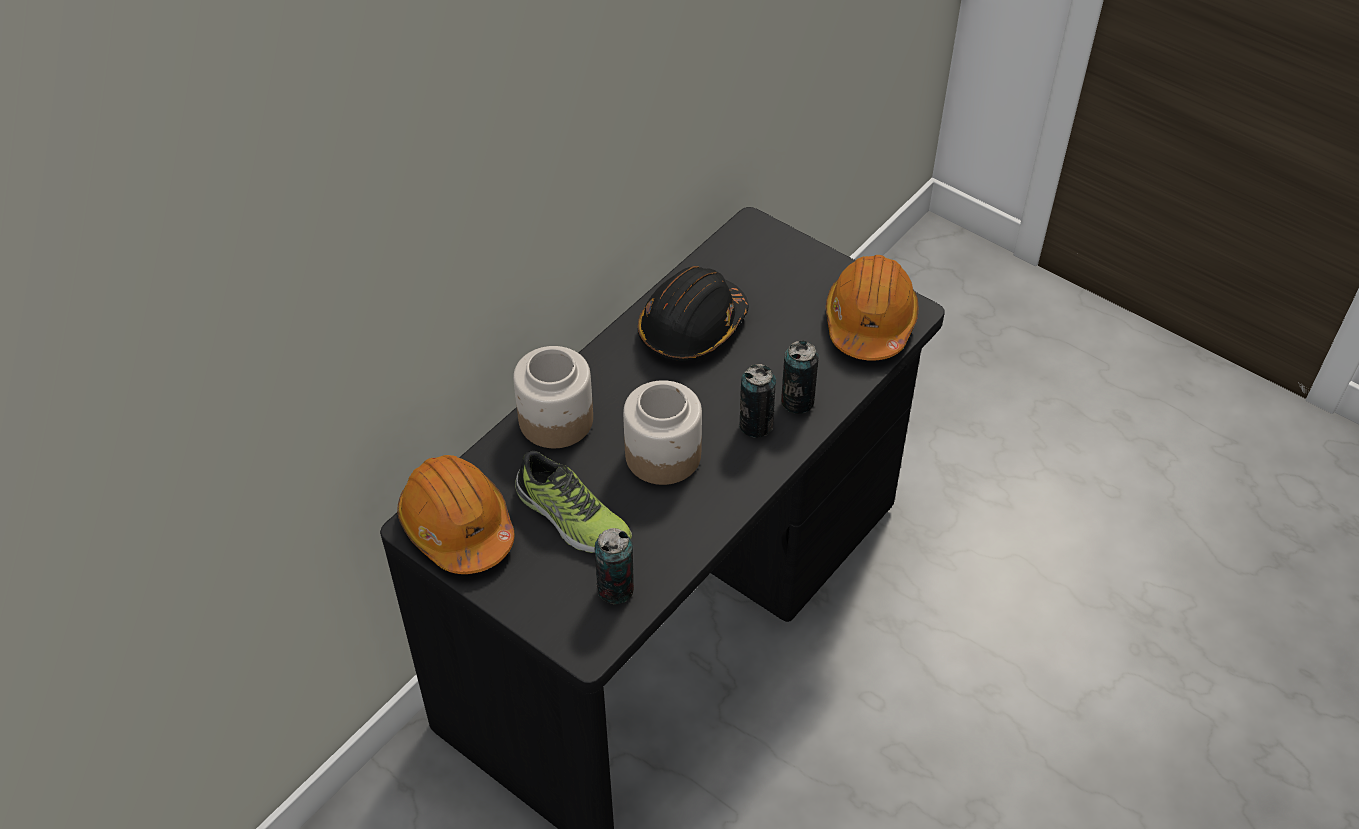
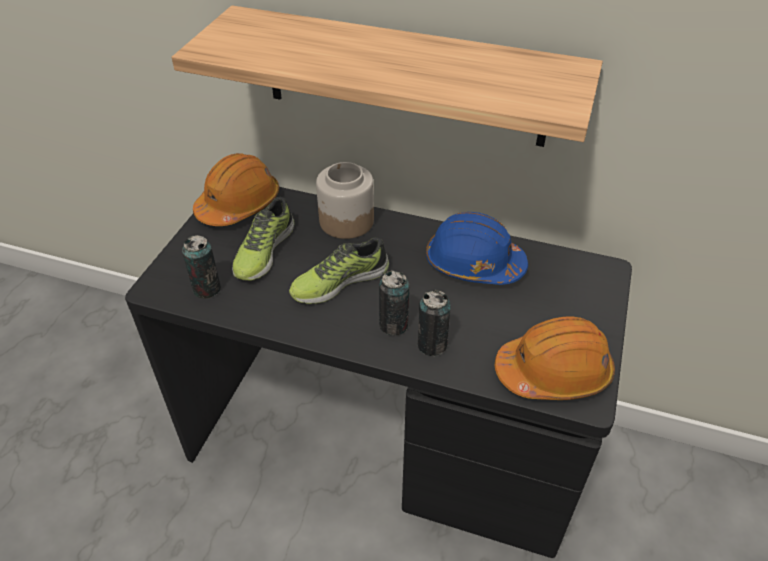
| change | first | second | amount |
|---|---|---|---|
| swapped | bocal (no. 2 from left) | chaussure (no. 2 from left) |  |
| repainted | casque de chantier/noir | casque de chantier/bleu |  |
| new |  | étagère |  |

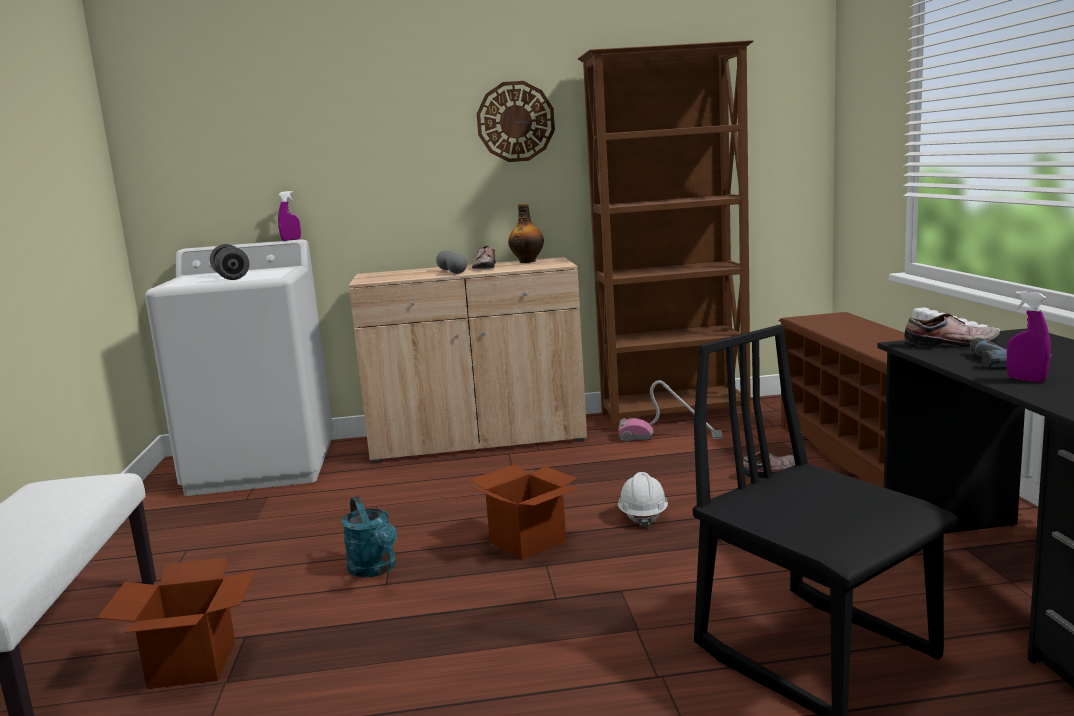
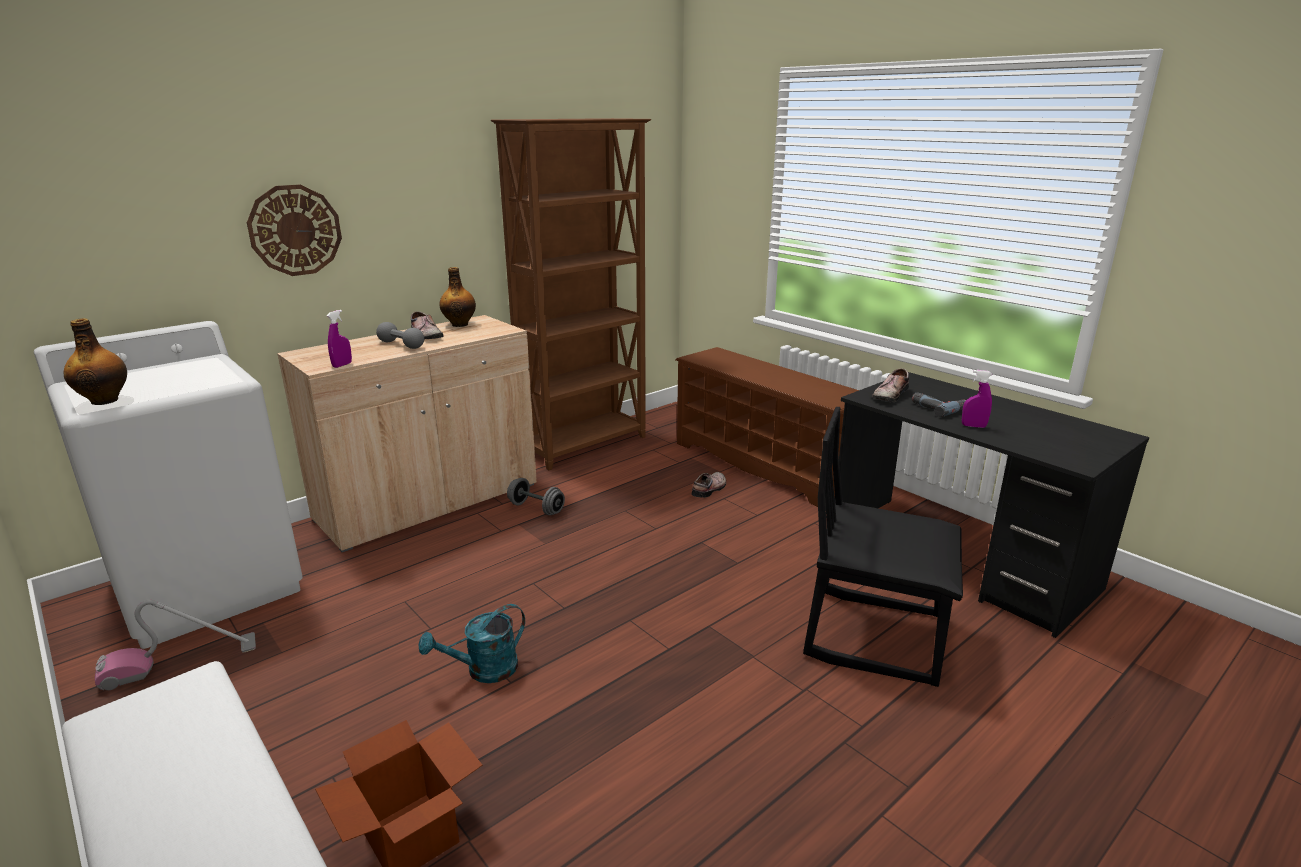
| change | first | second | amount |
|---|---|---|---|
| shifted | haltère/gris (no. 1 from left in the first image) | haltère/gris (no. 2 from left) |  |
| shifted | vaporisateur/violet (no. 1 from left) |  |  |
| rotated | arrosoir/turquoise |  | 120 degrees clockwise |
| gone | carton (no. 2 from left) |  |  |
| shifted | horloge murale |  |  |
| shifted | aspirateur |  |  |
| gone | casque de chantier/blanc |  |  |
| rotated | chaussure (no. 3 from left) |  | 150 degrees clockwise |
| new |  | bouteille (no. 1 from left) |  |

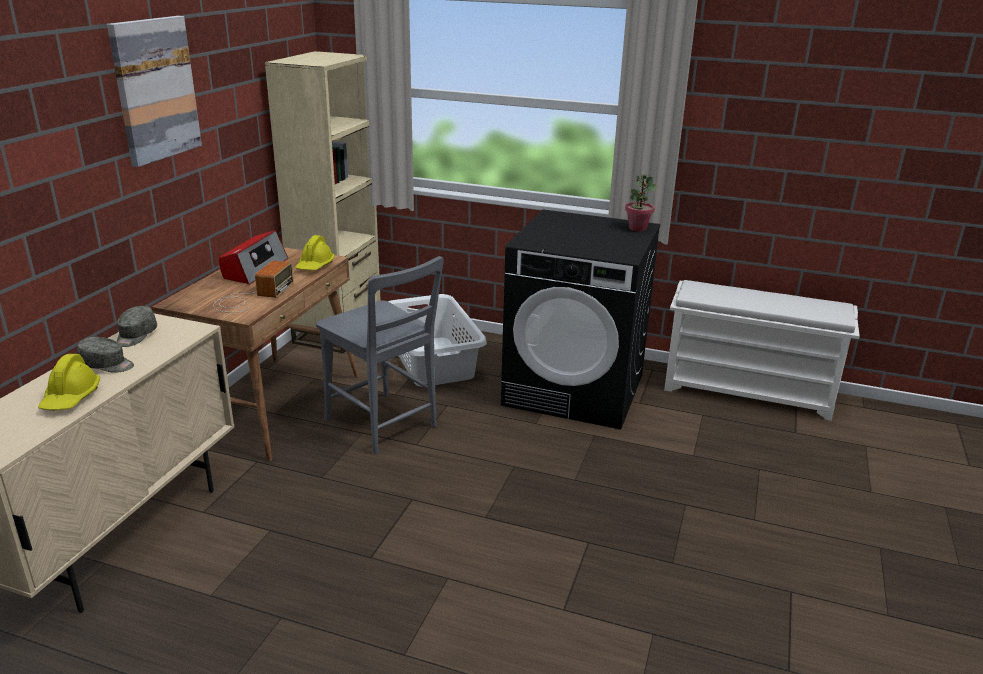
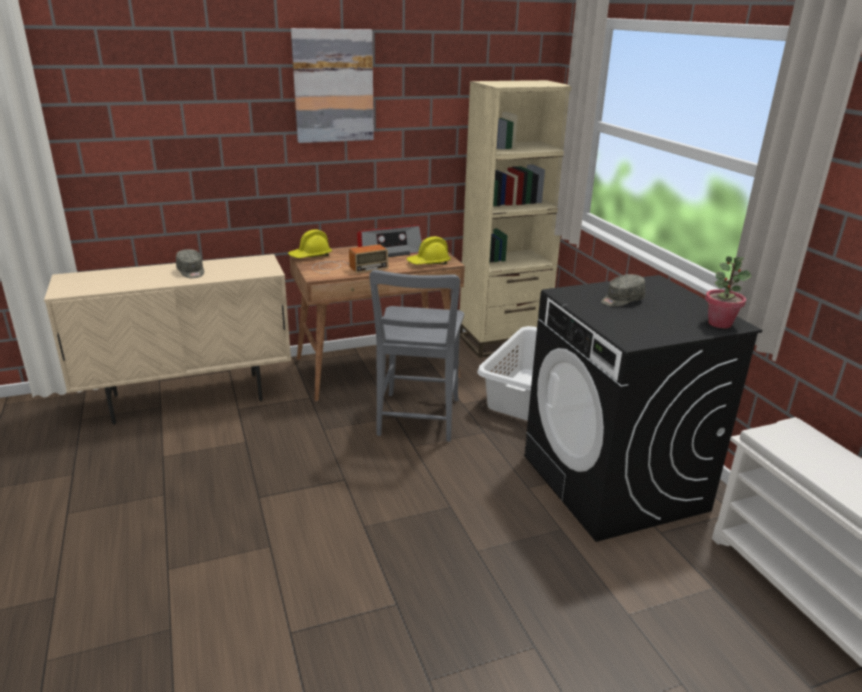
| change | first | second | amount |
|---|---|---|---|
| shifted | casque de chantier/jaune (no. 1 from left) |  |  |
| shifted | casquette/gris (no. 2 from left) |  |  |

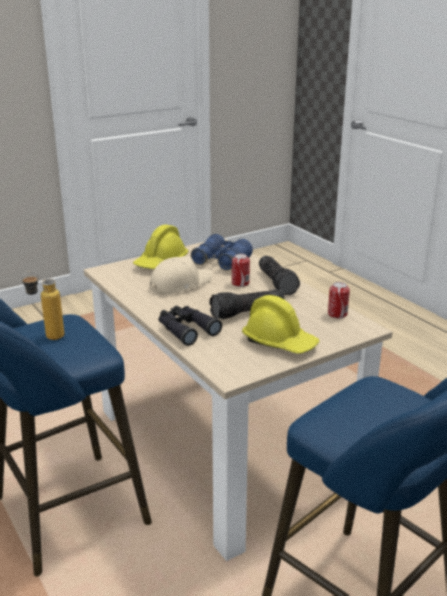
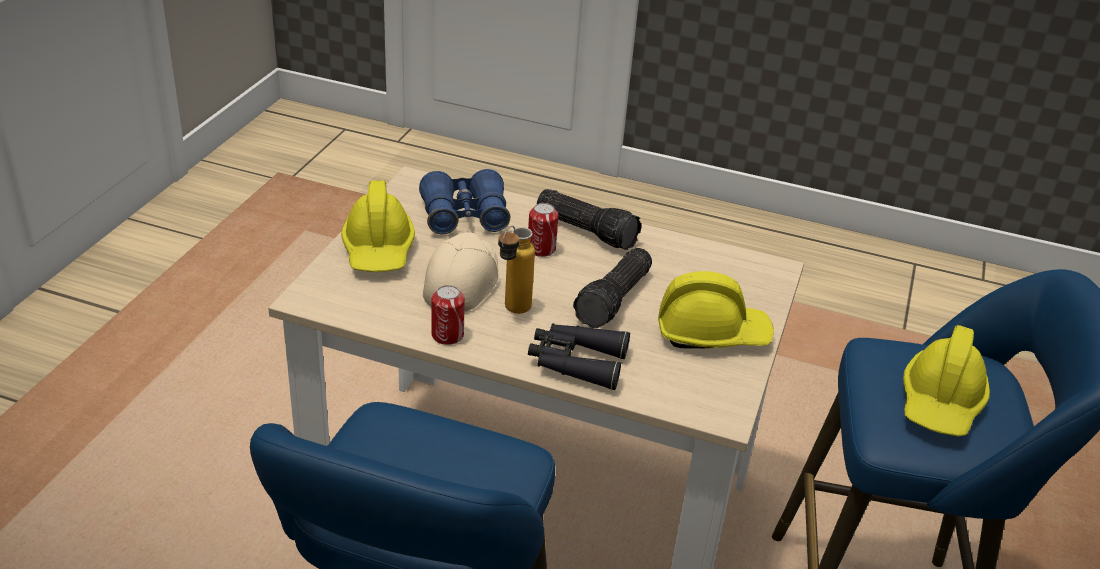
| change | first | second | amount |
|---|---|---|---|
| shifted | bouteille |  |  |
| shifted | boîte métallique (no. 2 from left in the first image) | boîte métallique (no. 1 from left) |  |
| new |  | casque de chantier/jaune (no. 3 from left) |  |

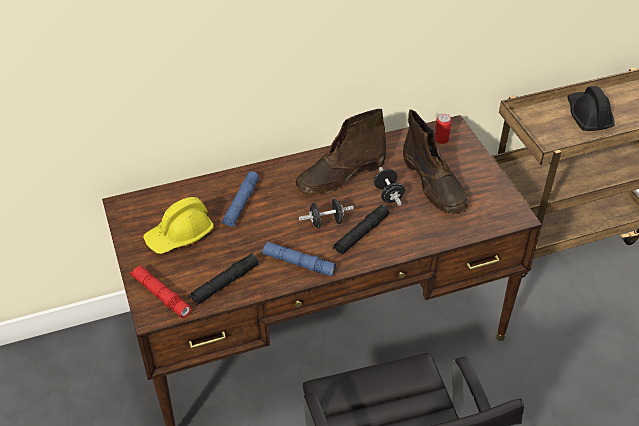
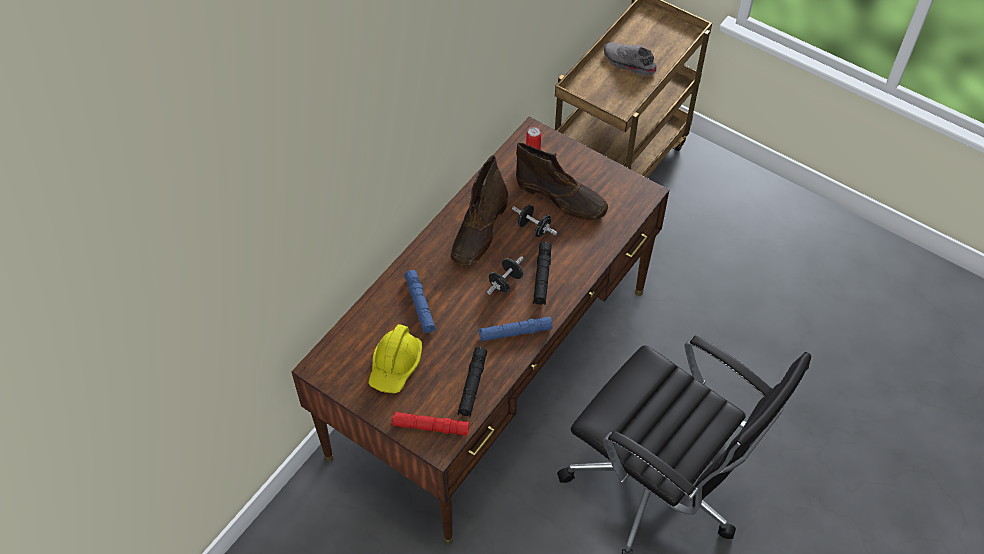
| change | first | second | amount |
|---|---|---|---|
| swapped | casque de chantier/noir | chaussure/gris |  |

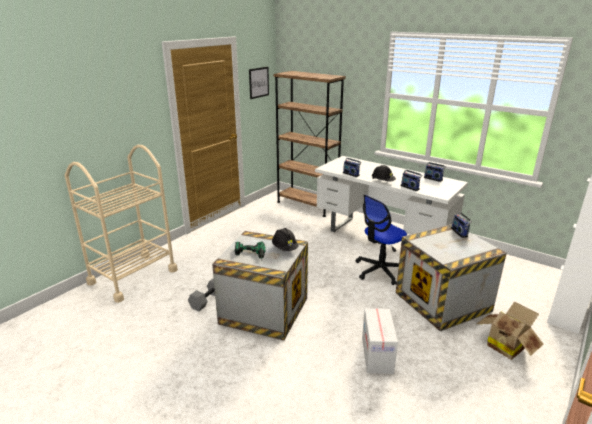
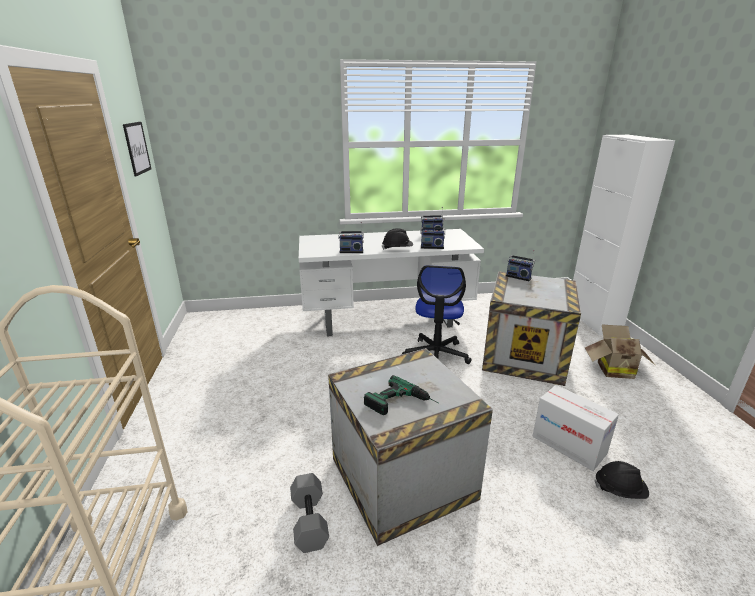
| change | first | second | amount |
|---|---|---|---|
| shifted | casque de chantier/noir (no. 1 from left in the first image) | casque de chantier/noir (no. 2 from left) |  |
| gone | bibliothèque/marron |  |  |

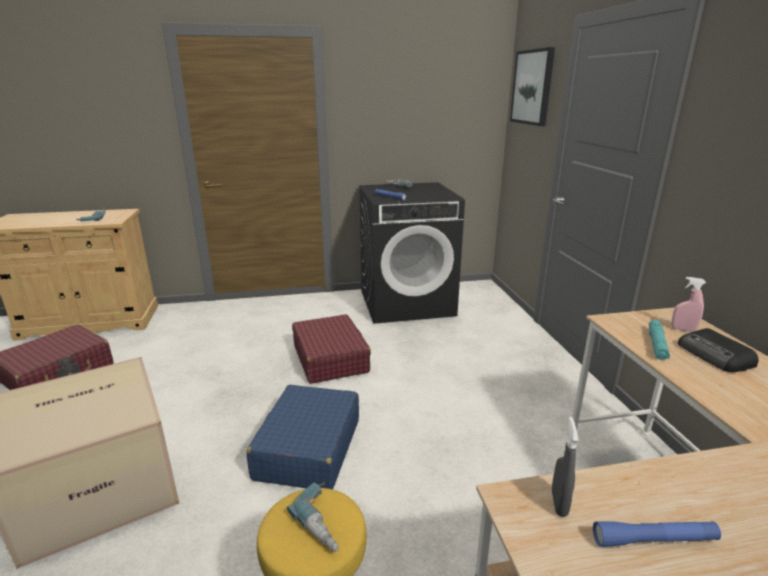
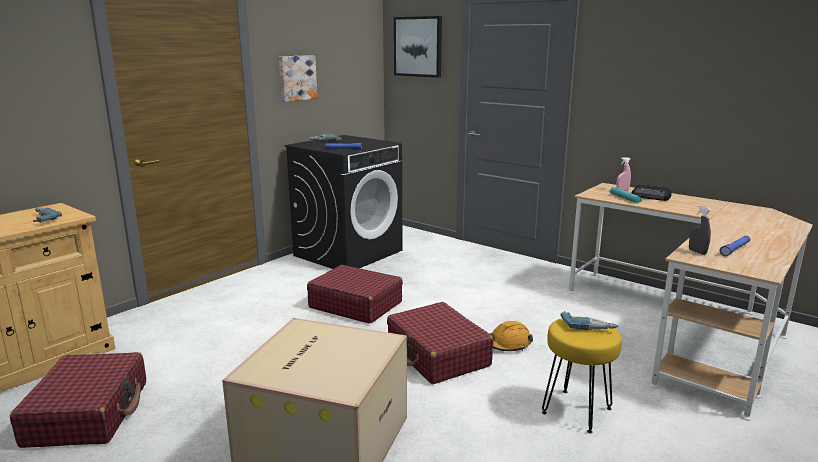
| change | first | second | amount |
|---|---|---|---|
| repainted | valise/bleu | valise/rouge (no. 3 from left) |  |
| new |  | tableau (no. 1 from left) |  |
| new |  | casque de chantier/orange |  |

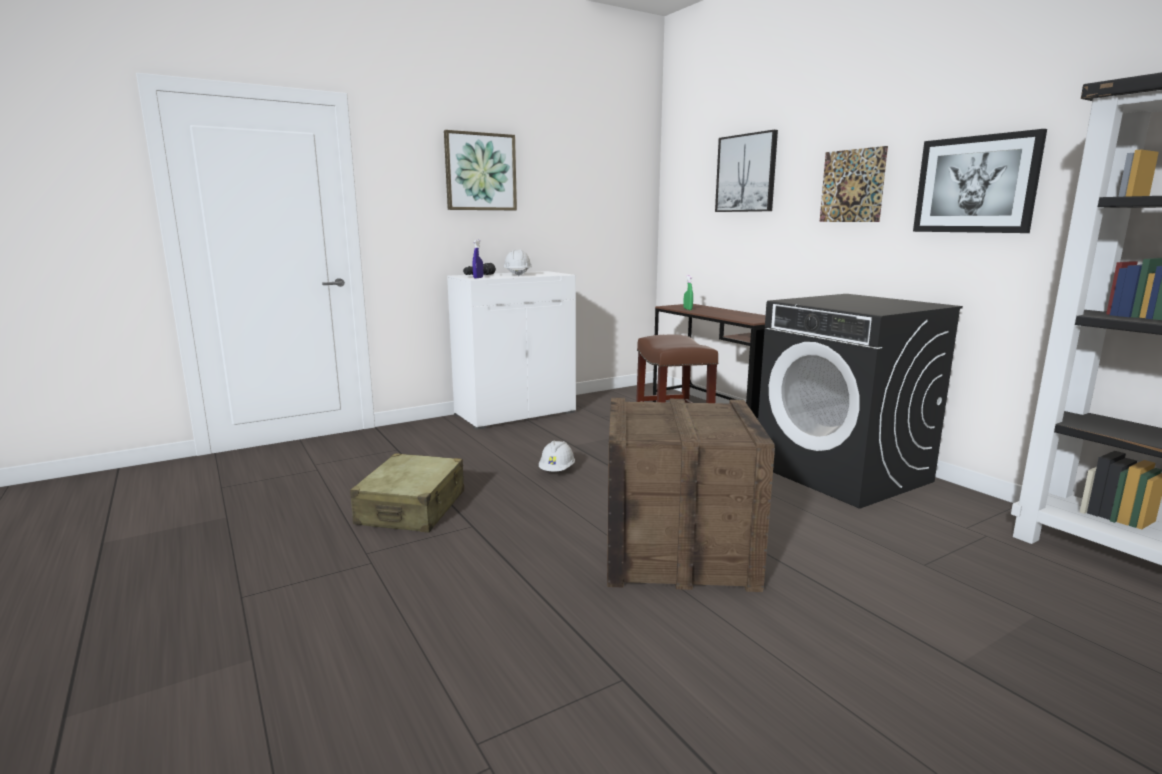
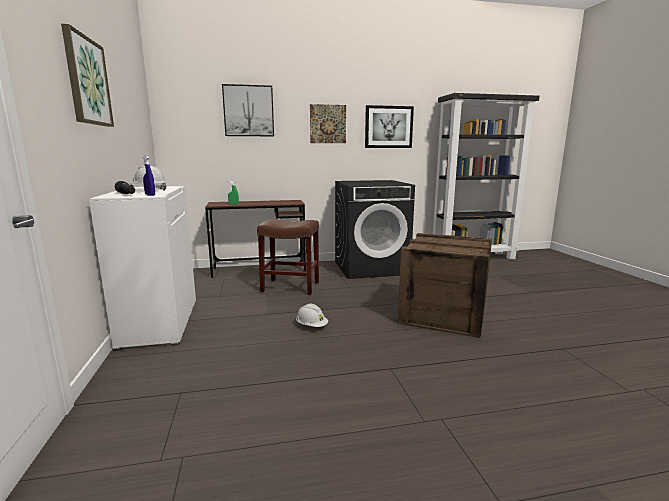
| change | first | second | amount |
|---|---|---|---|
| gone | valise/beige |  |  |

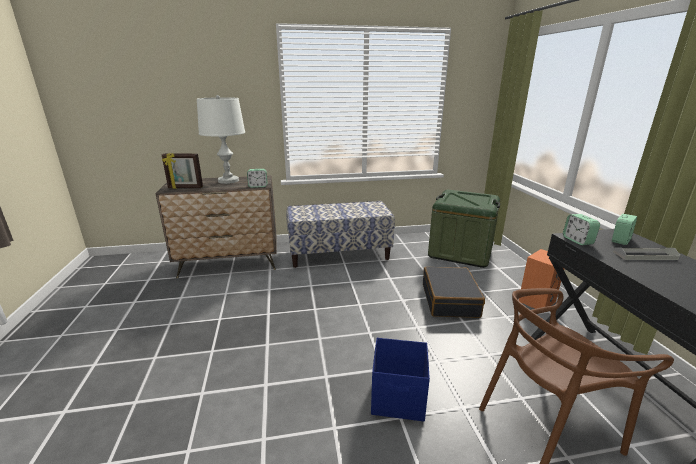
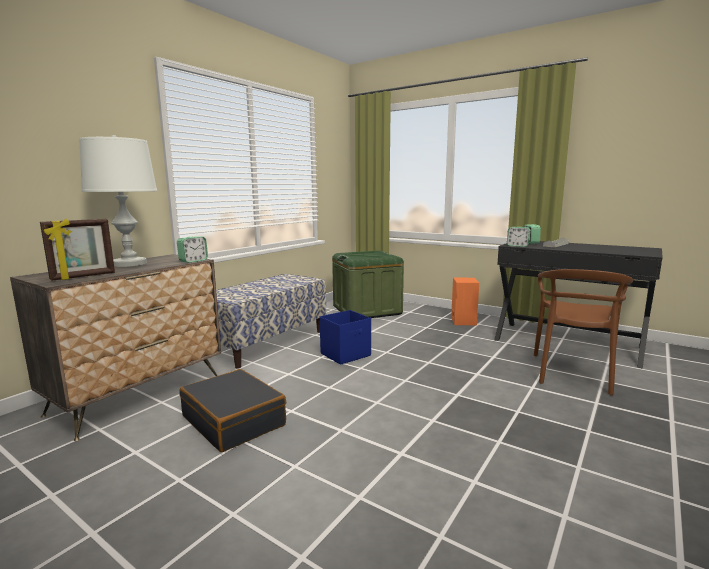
| change | first | second | amount |
|---|---|---|---|
| shifted | boîte de rangement/bleu |  |  |
| shifted | valise/noir |  |  |

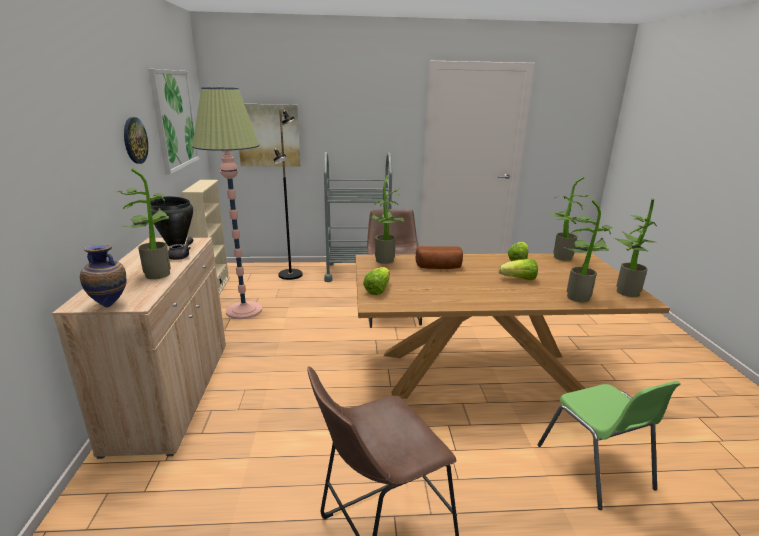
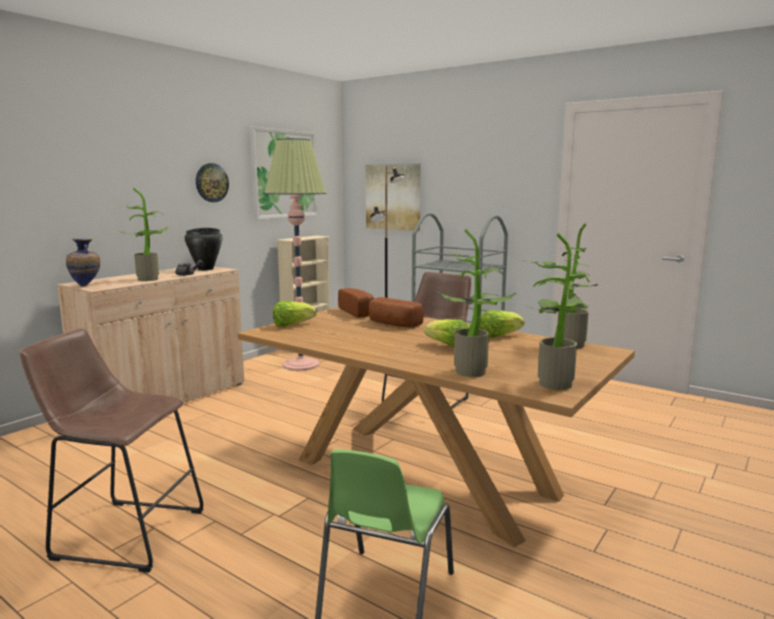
| change | first | second | amount |
|---|---|---|---|
| swapped | plante en pot (no. 2 from left) | pain (no. 1 from left) |  |

